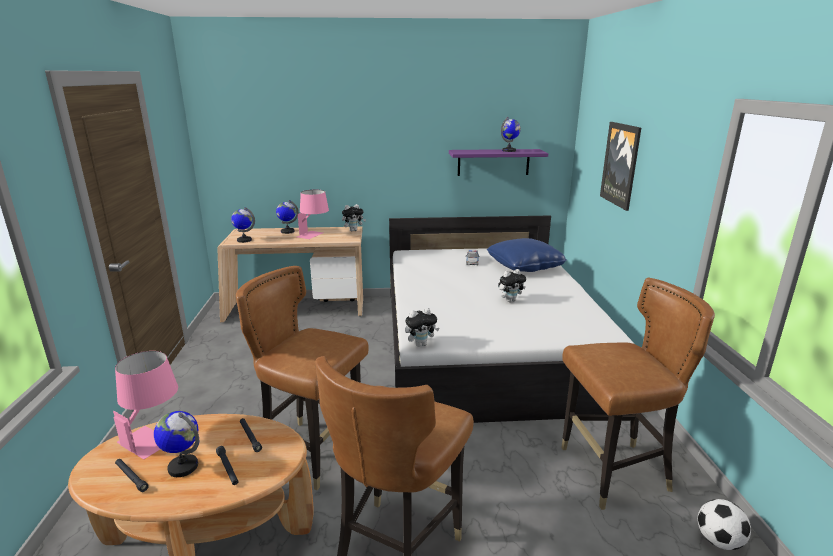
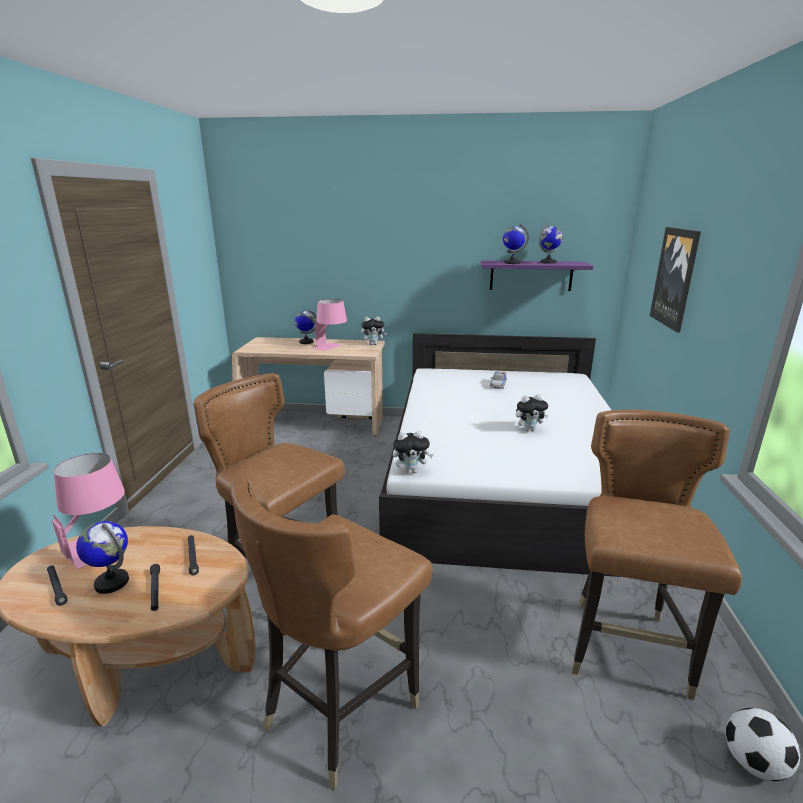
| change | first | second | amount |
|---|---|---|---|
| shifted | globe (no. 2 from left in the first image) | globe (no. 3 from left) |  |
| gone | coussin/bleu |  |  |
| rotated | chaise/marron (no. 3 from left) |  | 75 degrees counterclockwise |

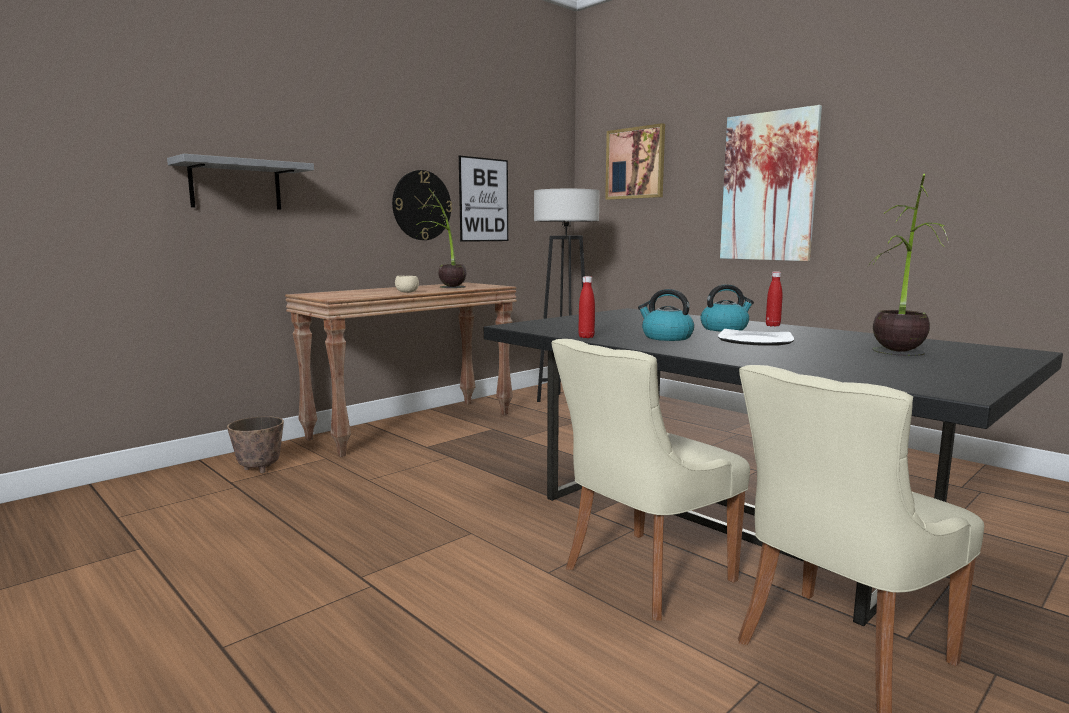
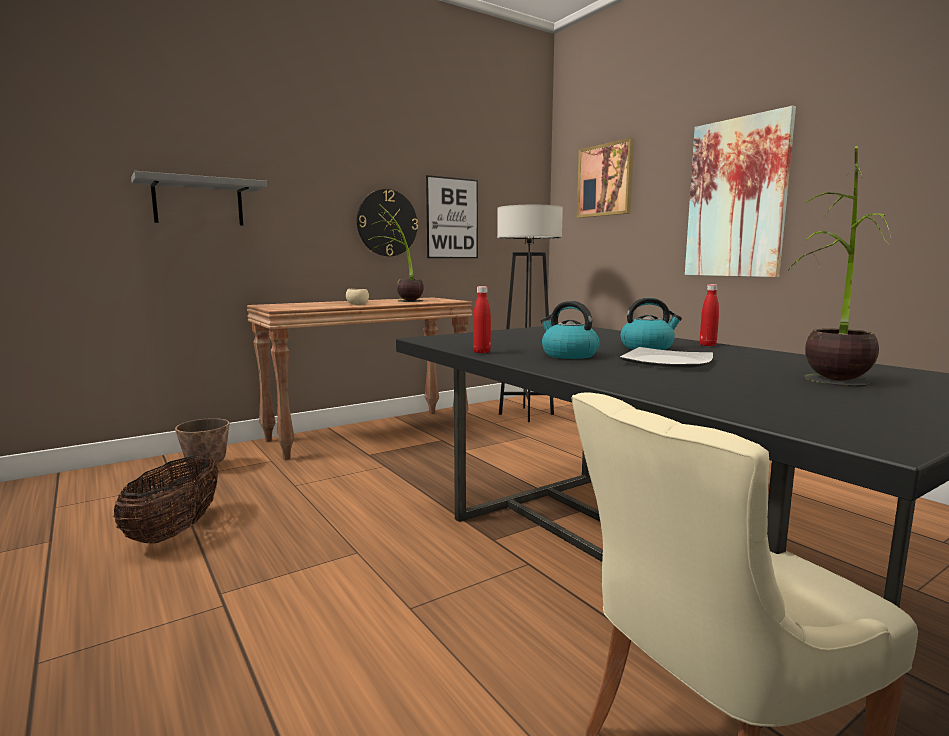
| change | first | second | amount |
|---|---|---|---|
| gone | chaise/beige (no. 1 from left) |  |  |
| new |  | panier |  |

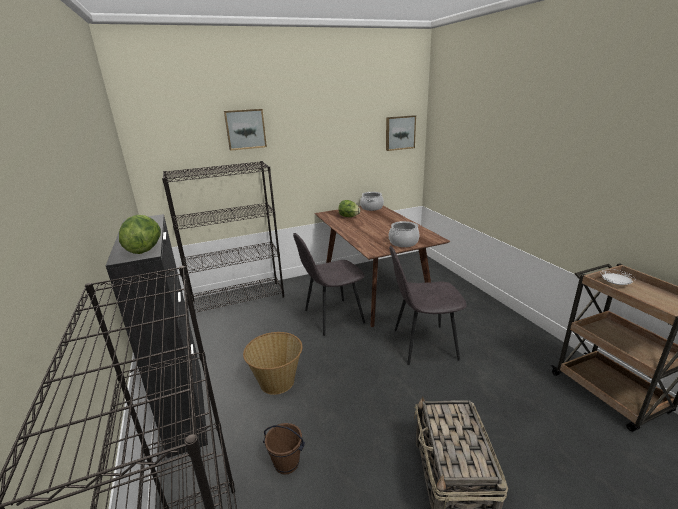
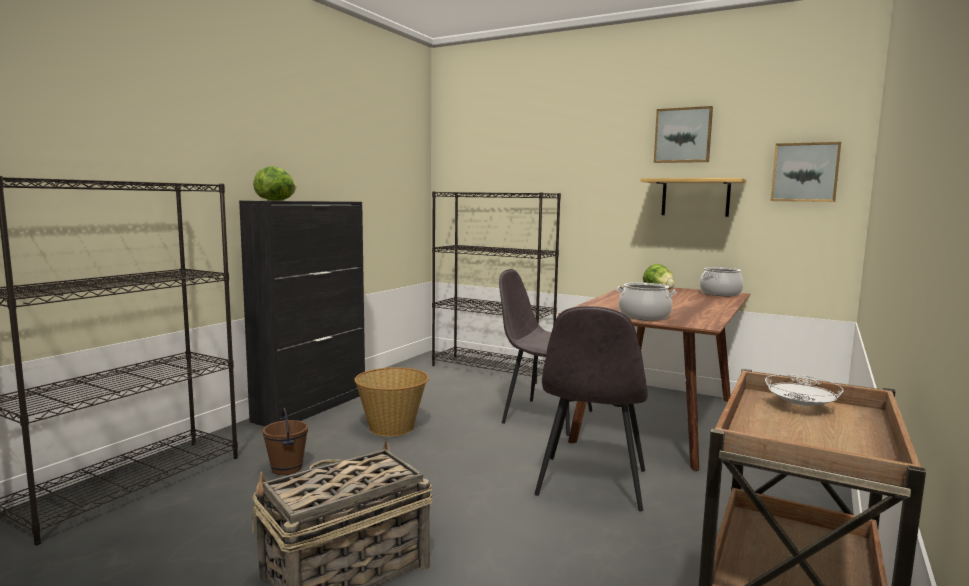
| change | first | second | amount |
|---|---|---|---|
| shifted | tableau (no. 1 from left) |  |  |
| rotated | chaise/gris (no. 2 from left) |  | 120 degrees counterclockwise |
| new |  | étagère |  |

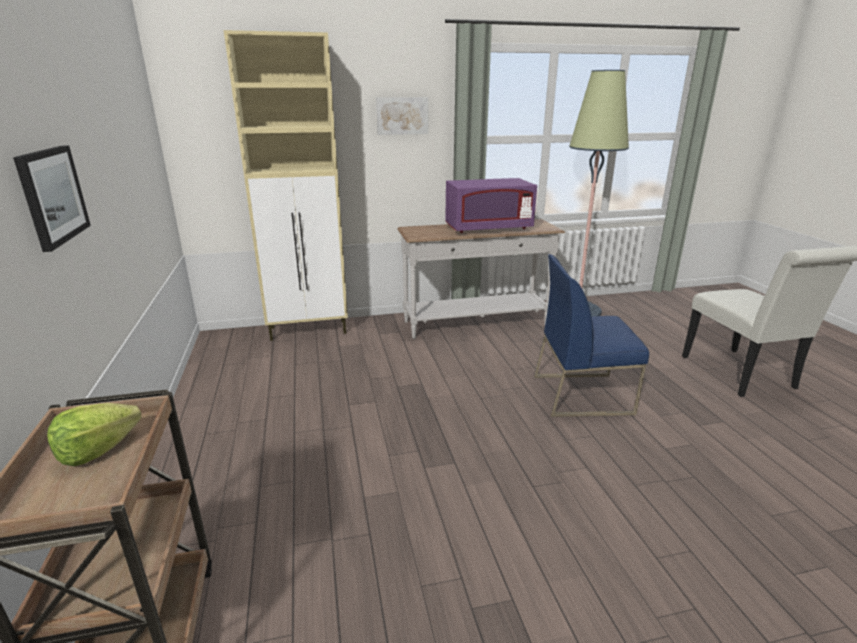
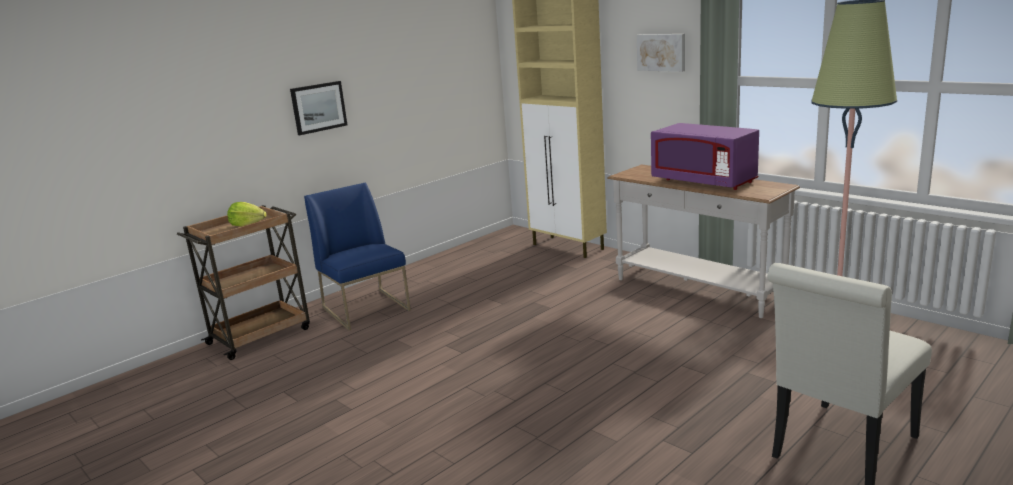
| change | first | second | amount |
|---|---|---|---|
| shifted | chaise/bleu |  |  |

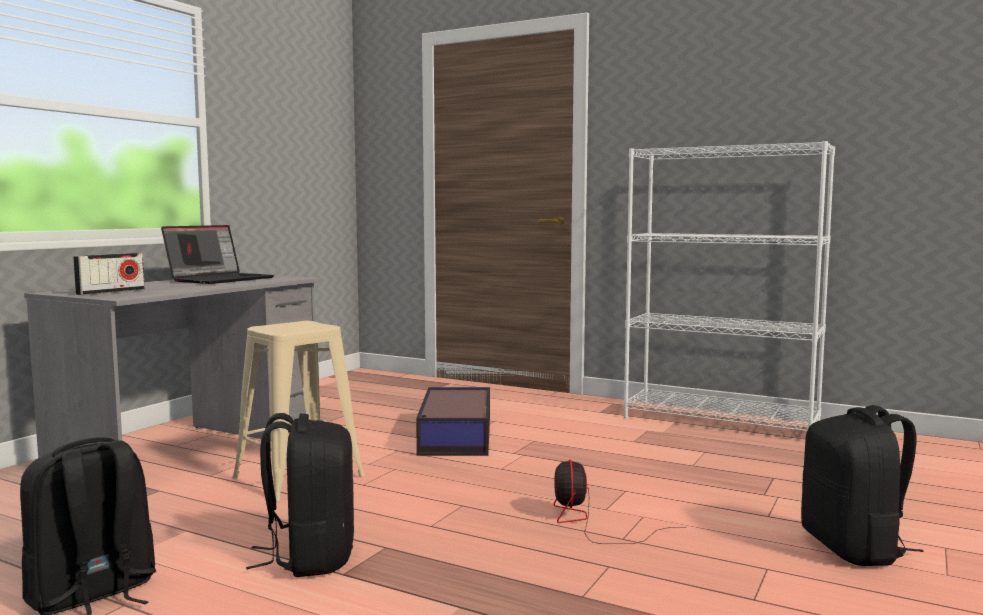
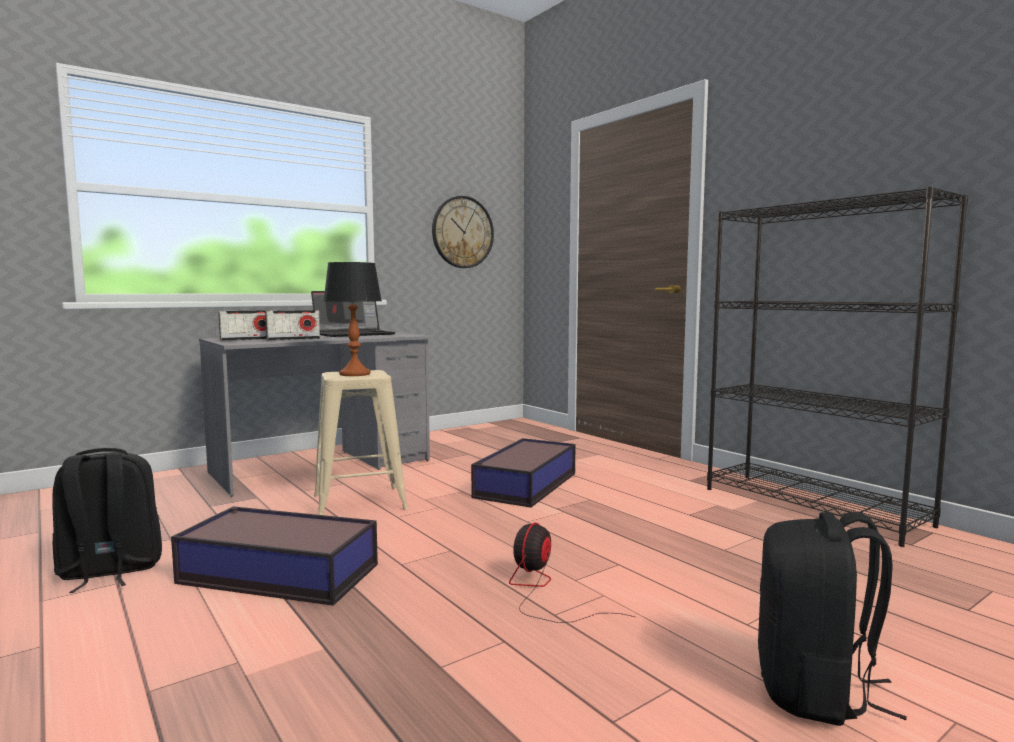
| change | first | second | amount |
|---|---|---|---|
| swapped | sac à dos/noir (no. 2 from left) | boîte de rangement (no. 1 from left) |  |
| repainted | bibliothèque/blanc | bibliothèque/noir |  |
| new |  | radio (no. 2 from left) |  |
| new |  | lampe de table |  |
| new |  | horloge murale |  |

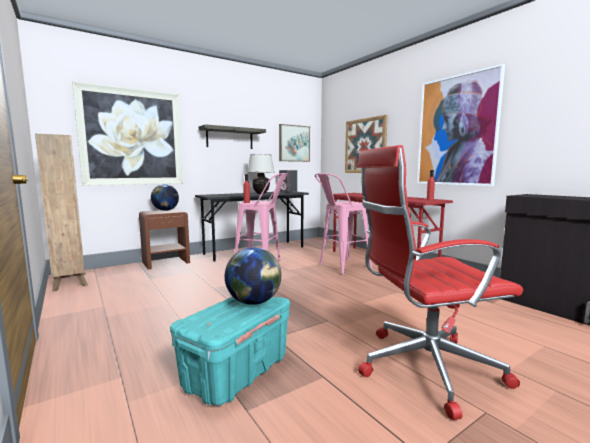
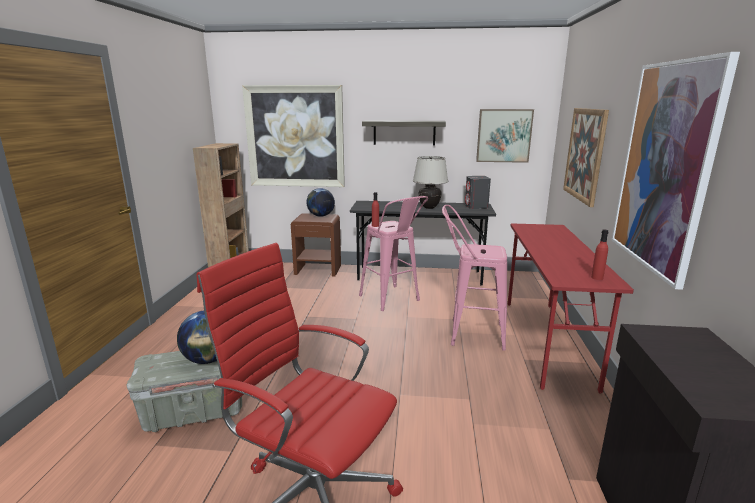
| change | first | second | amount |
|---|---|---|---|
| repainted | boîte de rangement/turquoise | boîte de rangement/gris |  |

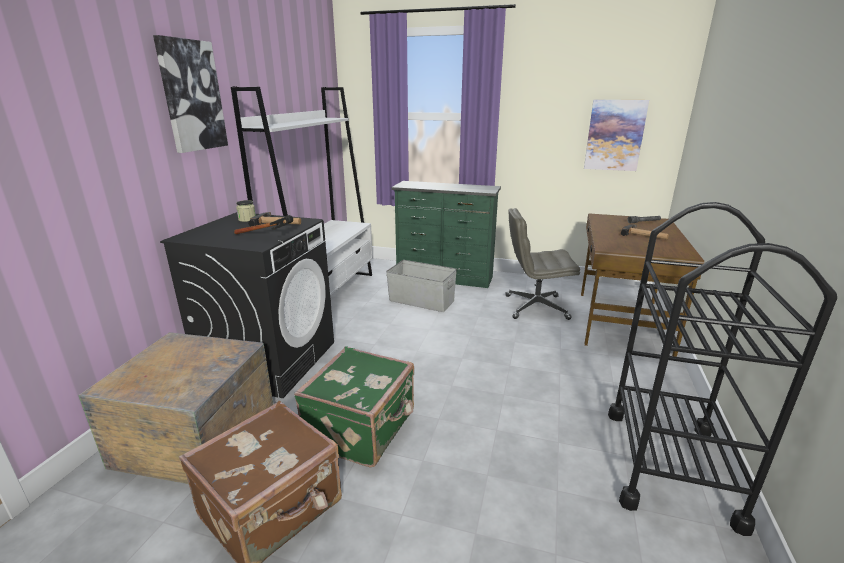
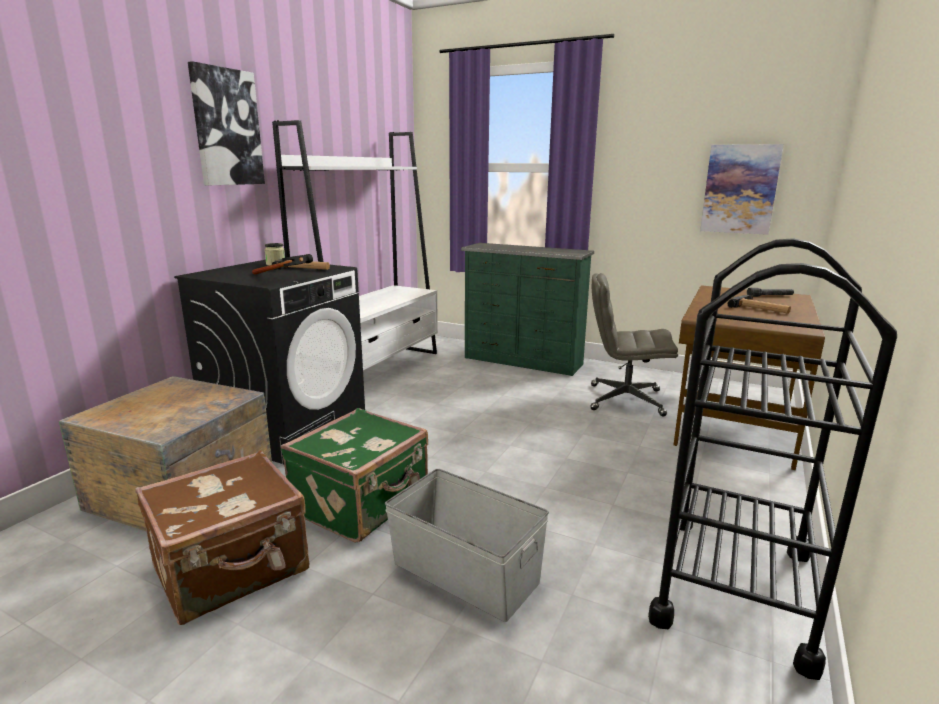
| change | first | second | amount |
|---|---|---|---|
| shifted | boîte de rangement/gris |  |  |

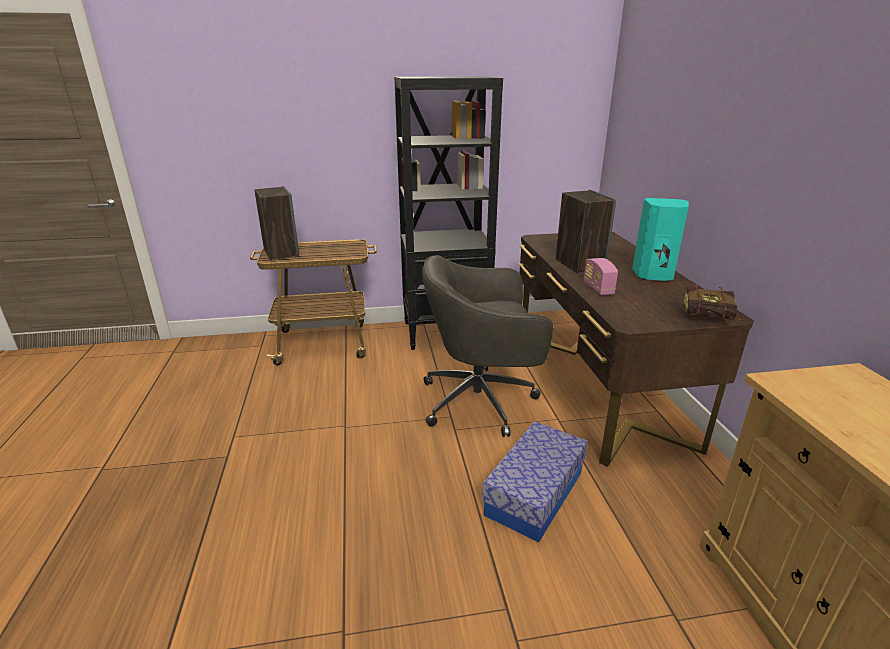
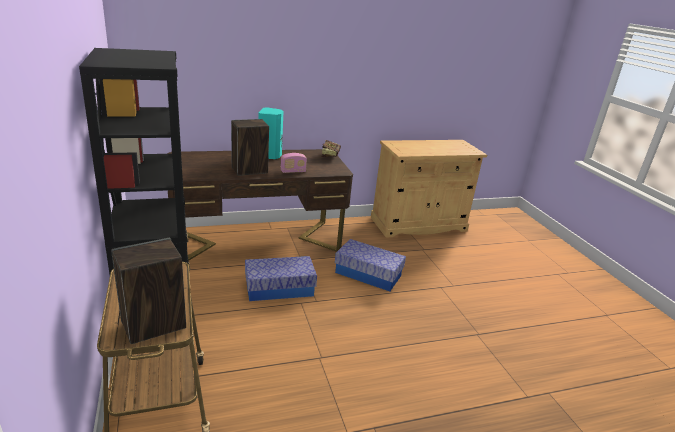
| change | first | second | amount |
|---|---|---|---|
| swapped | chaise de bureau/gris | boîte de rangement (no. 1 from left) |  |

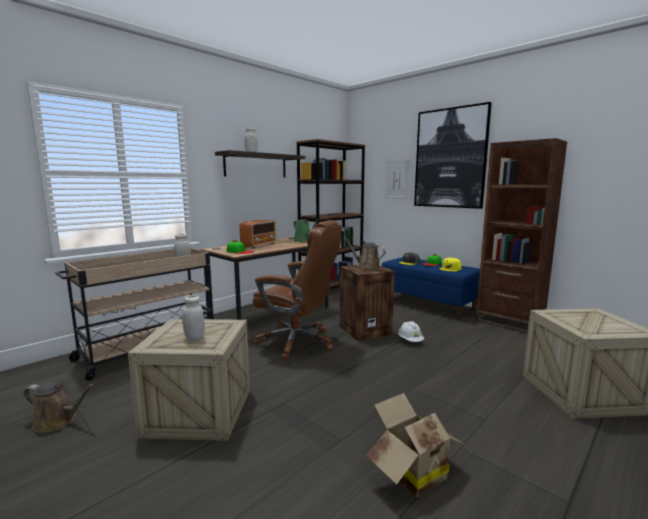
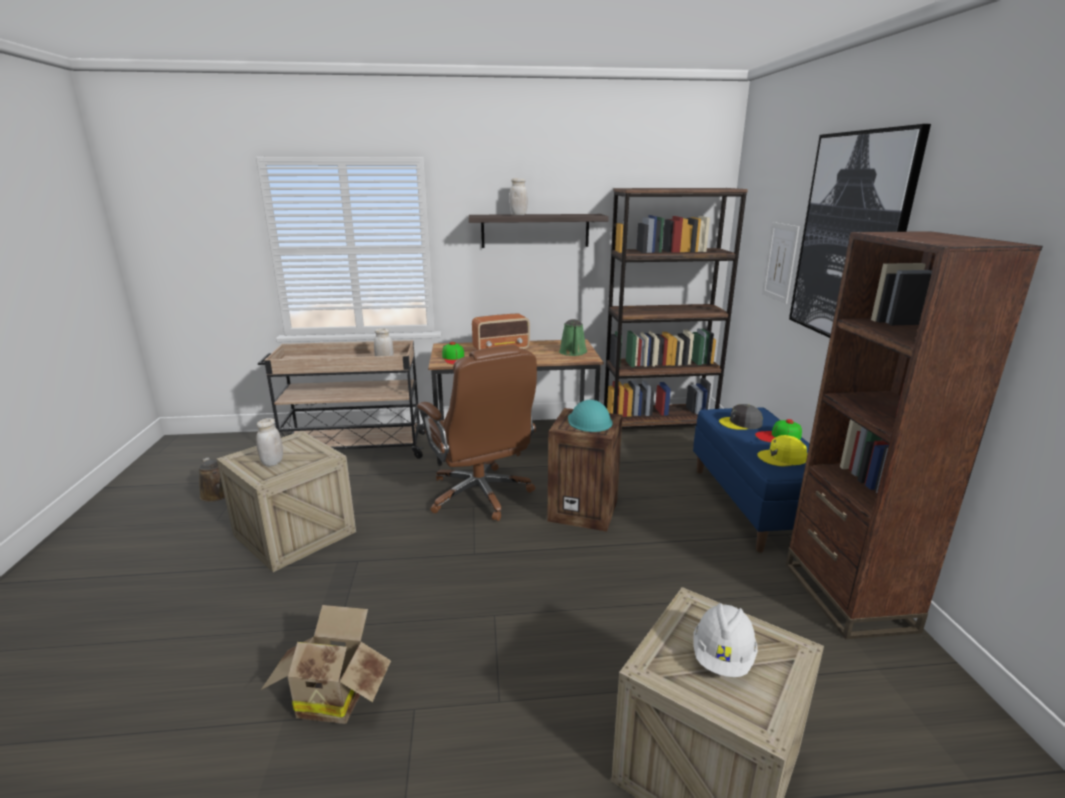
| change | first | second | amount |
|---|---|---|---|
| swapped | arrosoir/marron (no. 2 from left) | casque de chantier/turquoise |  |
| shifted | casque de chantier/blanc |  |  |

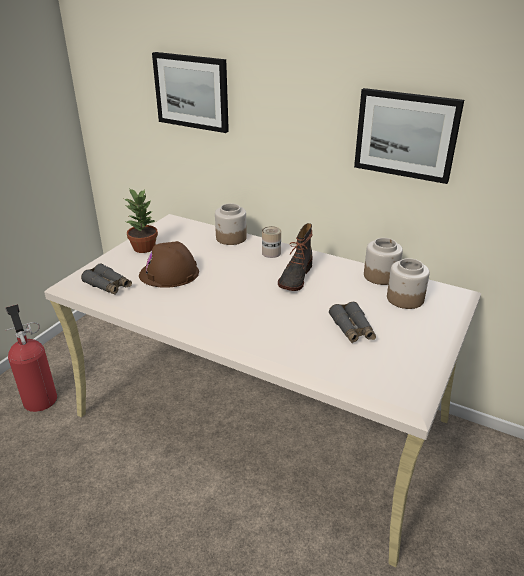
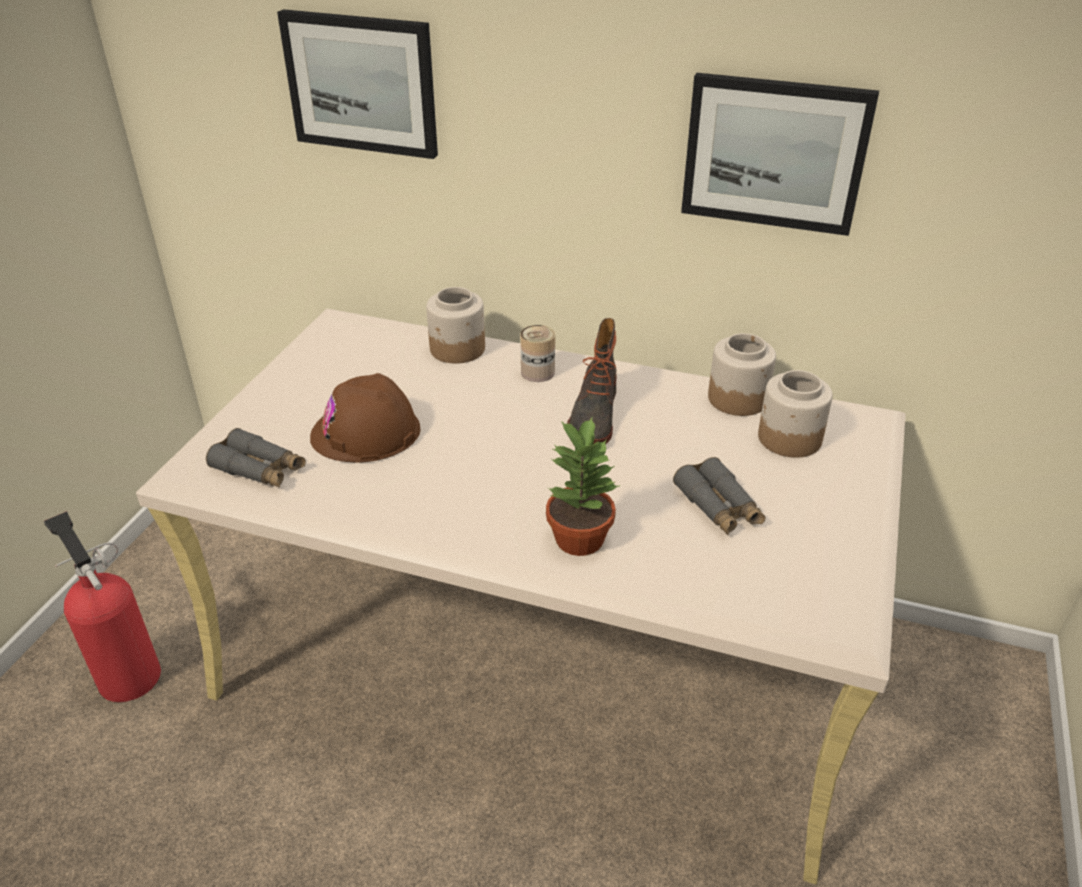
| change | first | second | amount |
|---|---|---|---|
| shifted | plante en pot |  |  |

